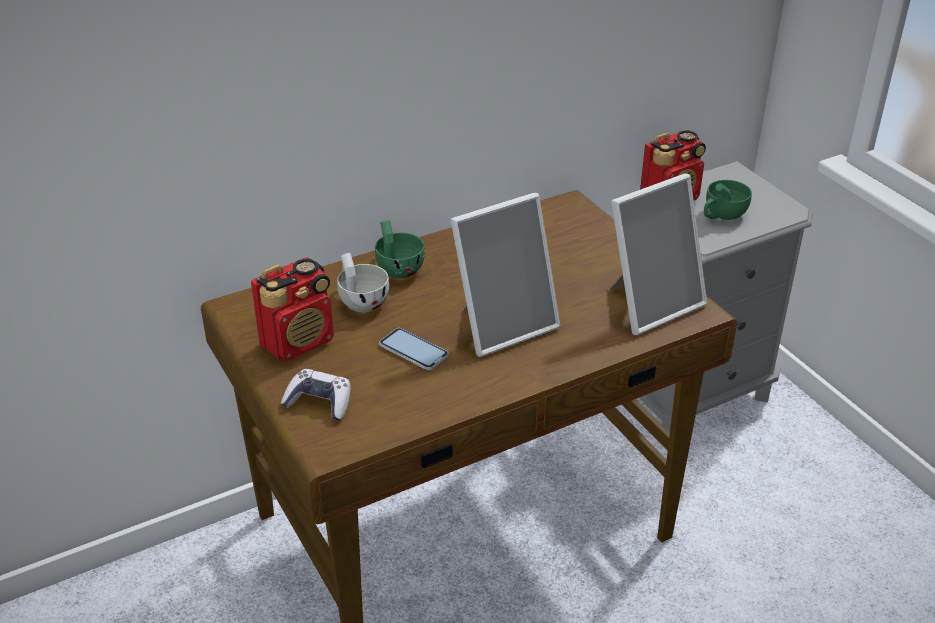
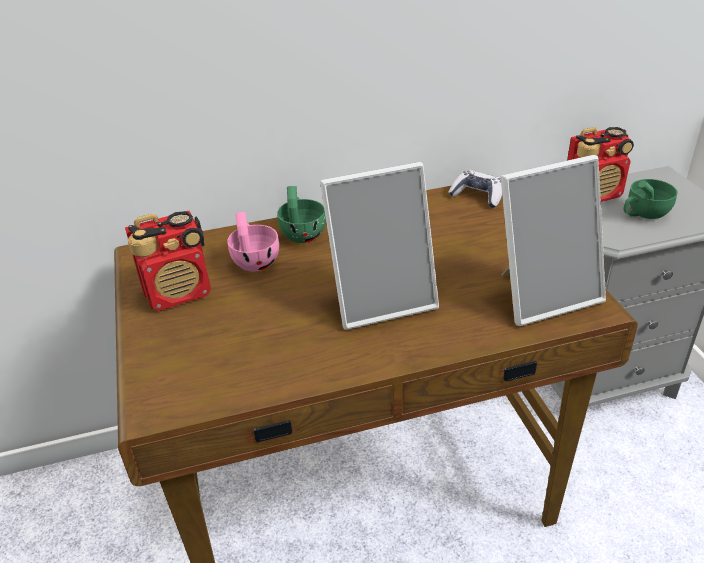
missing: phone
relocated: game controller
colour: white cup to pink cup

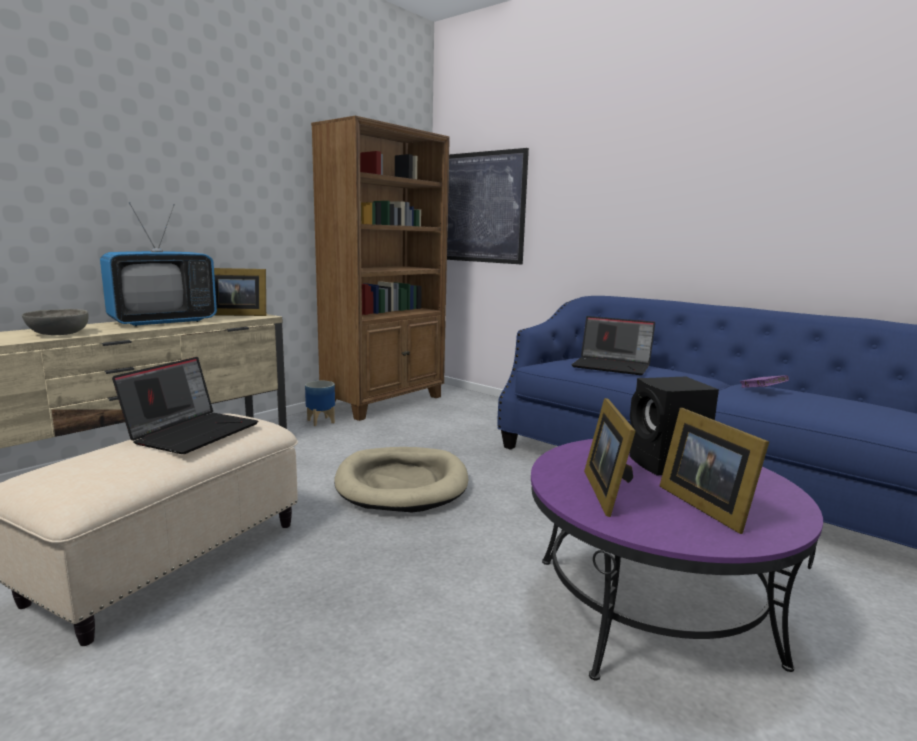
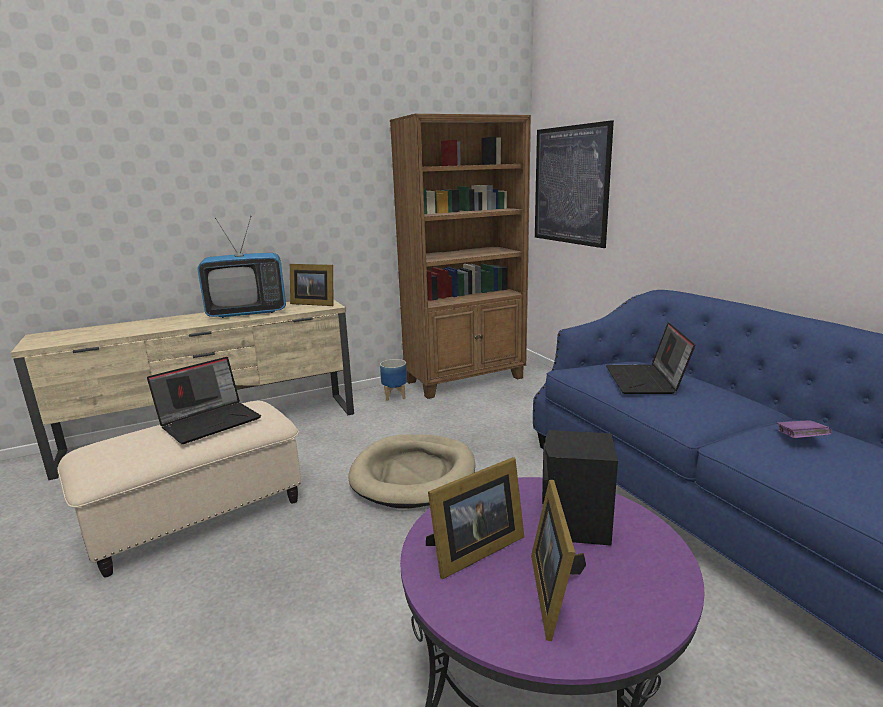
missing: grey bowl
spun: laptop (no. 2 from left) 45 degrees clockwise; picture frame (no. 2 from left) 150 degrees counterclockwise

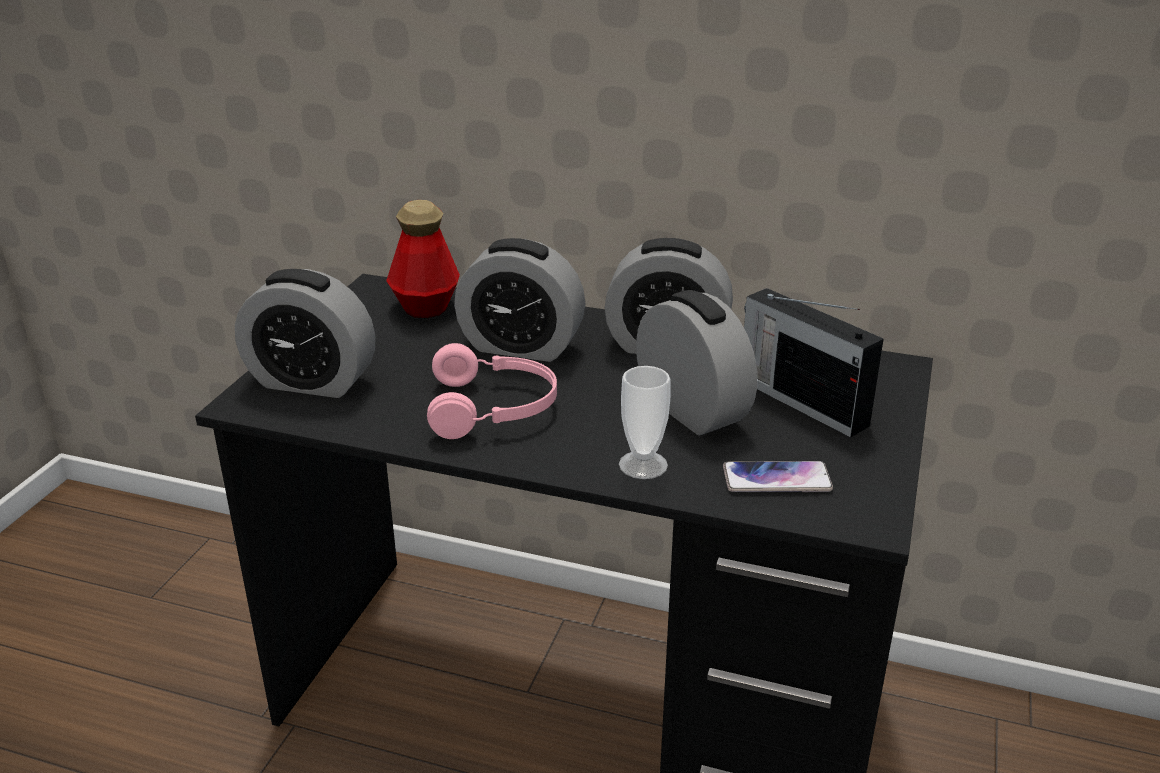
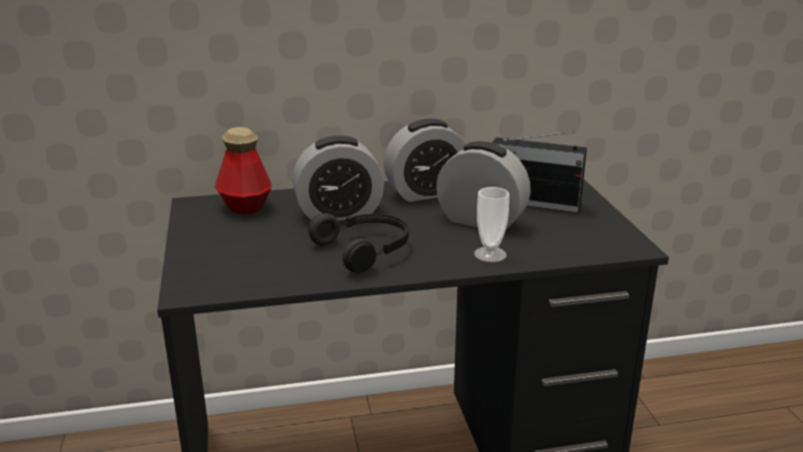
missing: alarm clock (no. 1 from left); phone
colour: pink headphones to black headphones

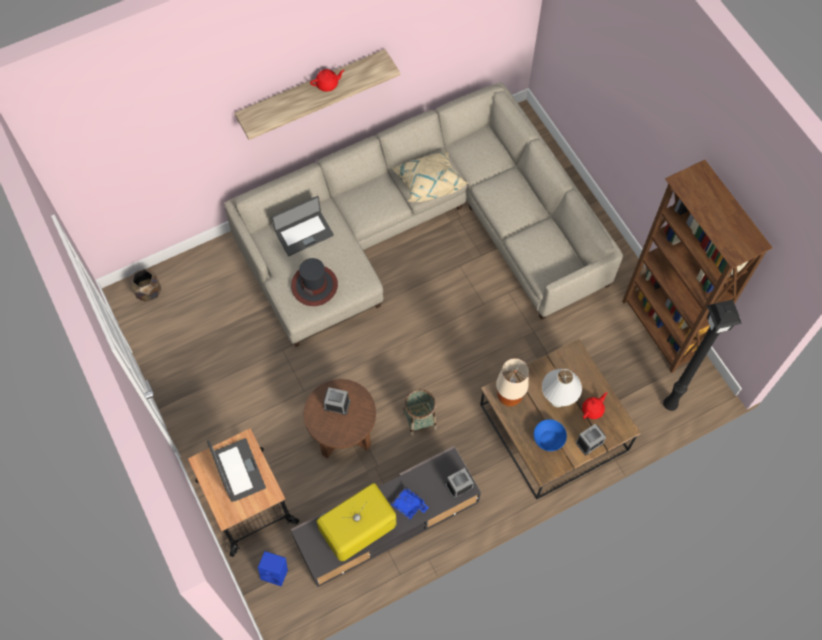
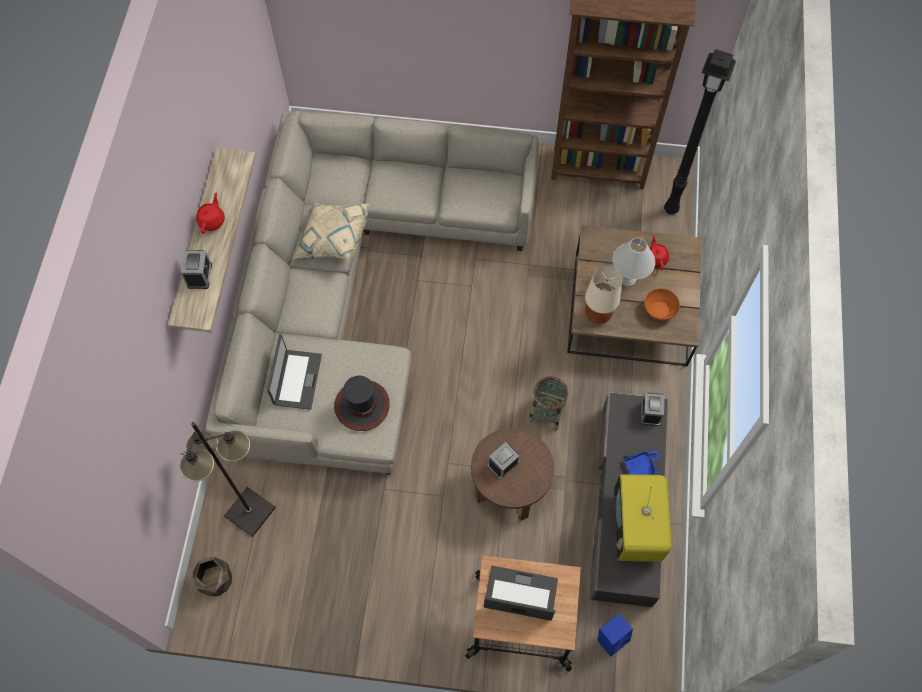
appeared: black floor lamp (no. 1 from left)
relocated: alarm clock (no. 3 from left in the first image) to alarm clock (no. 1 from left)
colour: blue bowl to orange bowl

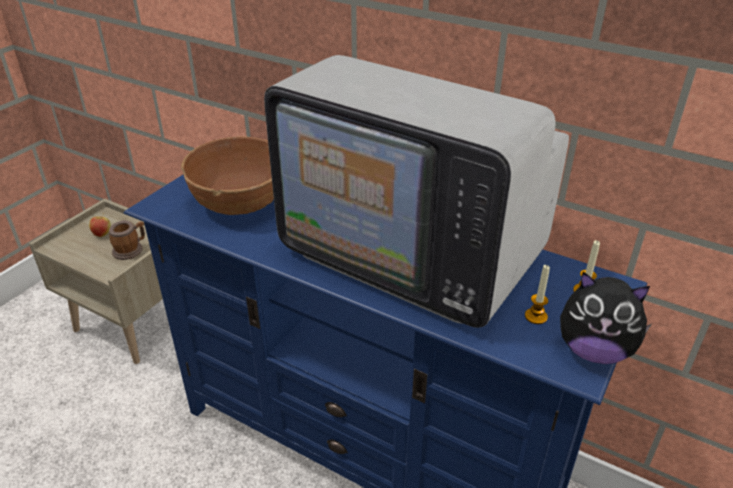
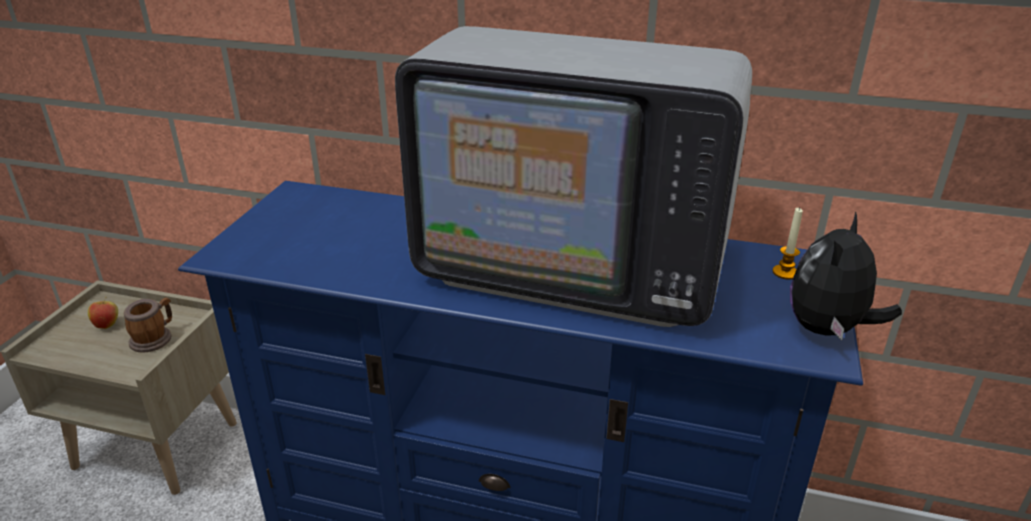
missing: brown bowl; candle (no. 1 from left)
spun: plush toy 120 degrees clockwise

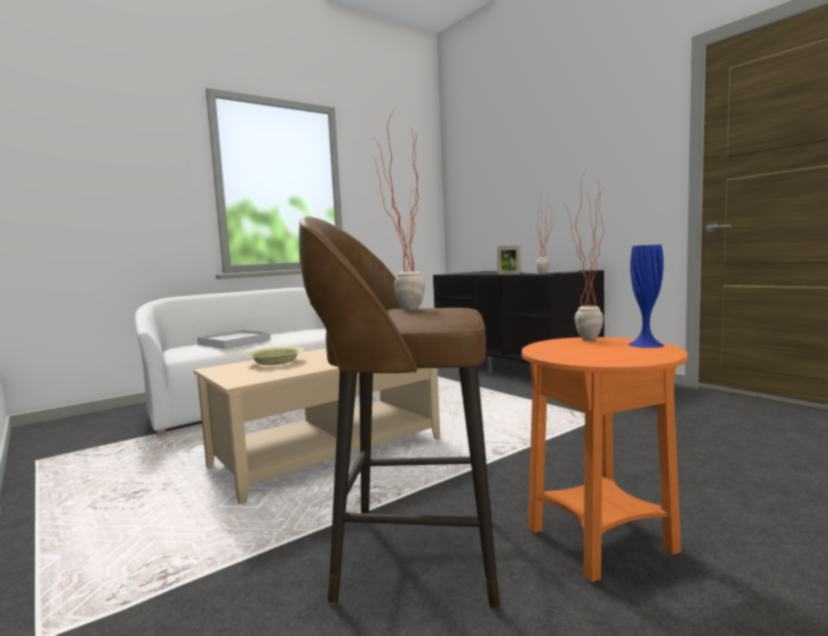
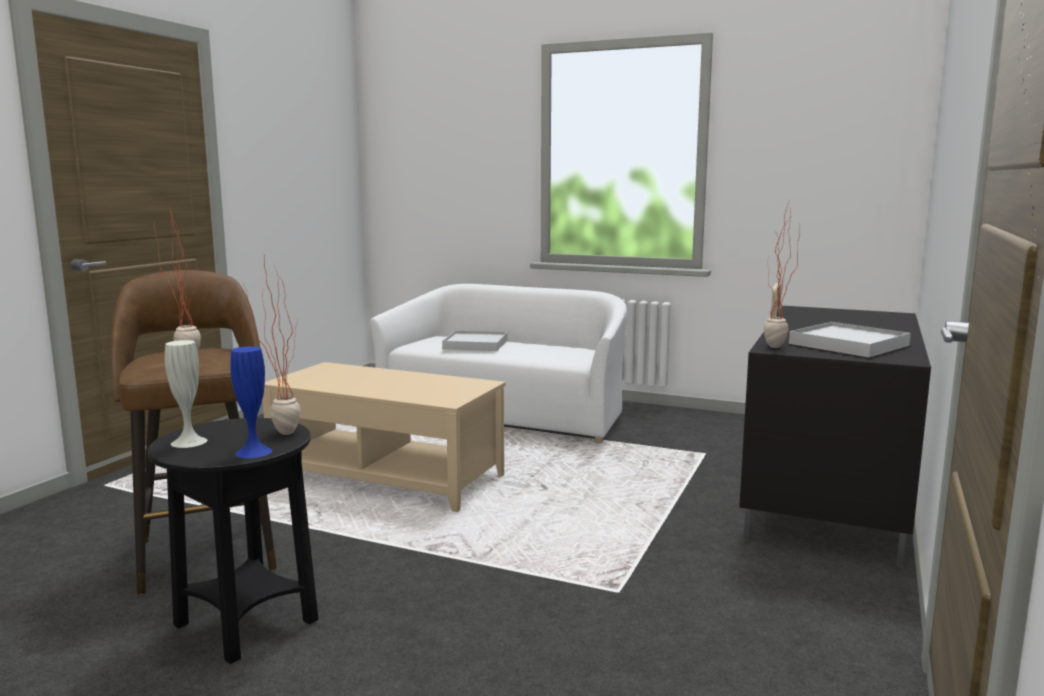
missing: yellow bowl
appeared: white vase
colour: orange side table to black side table

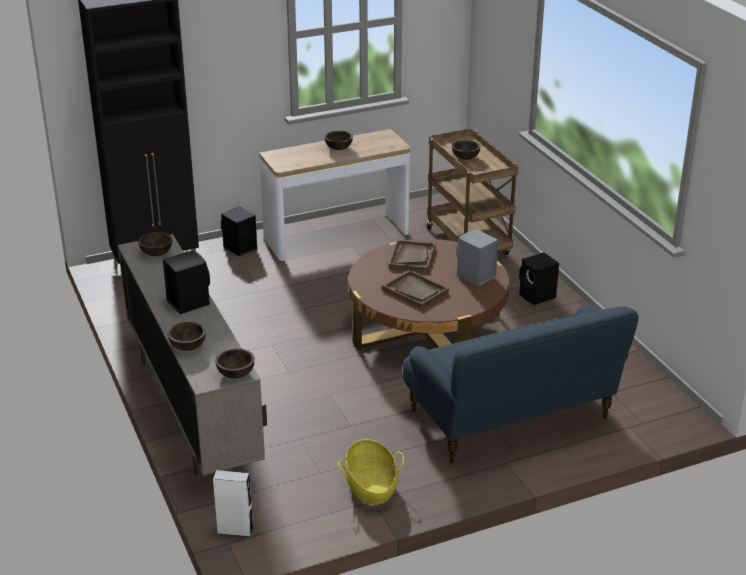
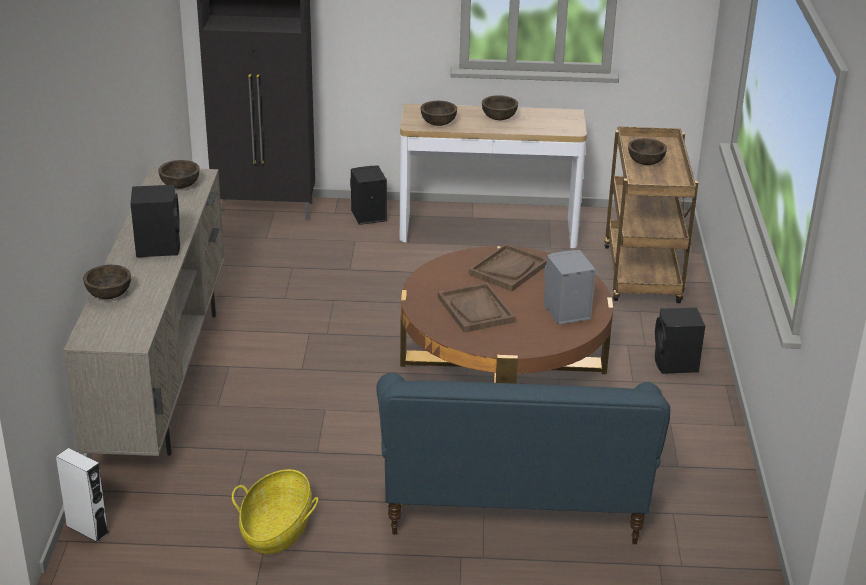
relocated: brown bowl (no. 3 from left)

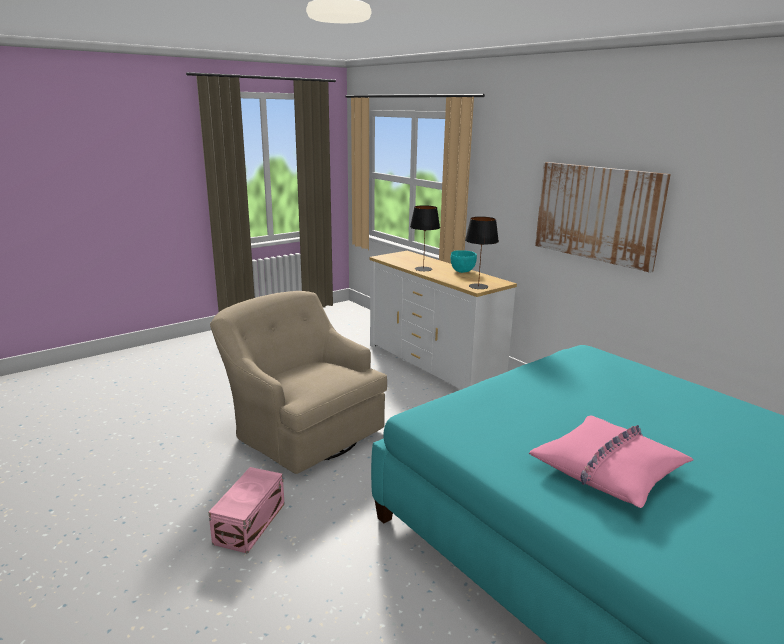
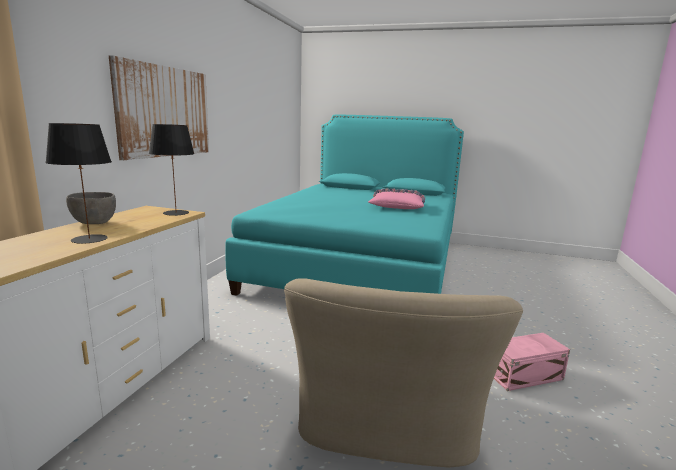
colour: turquoise bowl to grey bowl

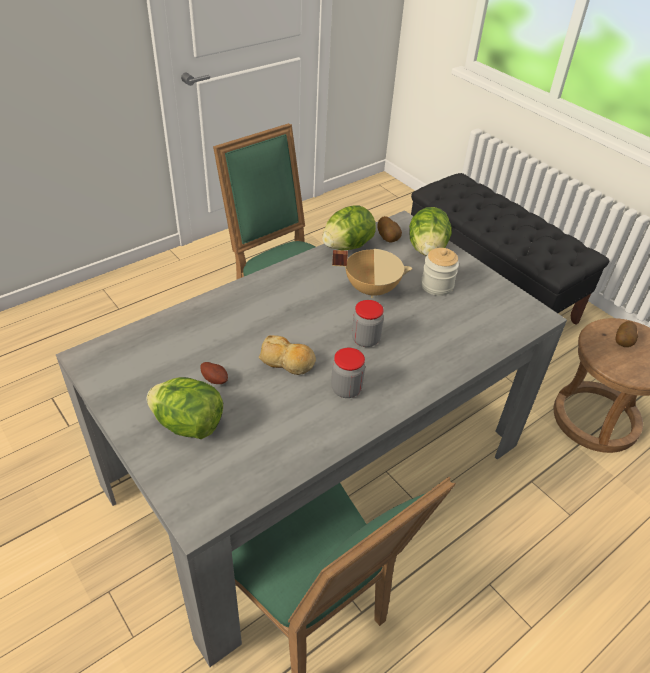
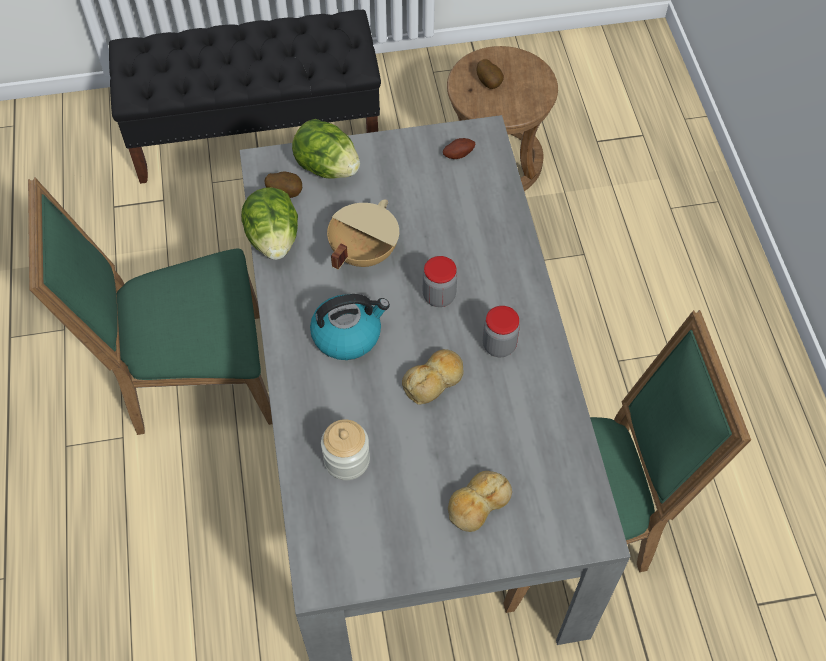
appeared: kettle
relocated: jar (no. 3 from left in the first image) to jar (no. 1 from left); potato (no. 1 from left in the first image) to potato (no. 2 from left)
exchanged: lettuce (no. 1 from left) to bread (no. 2 from left)

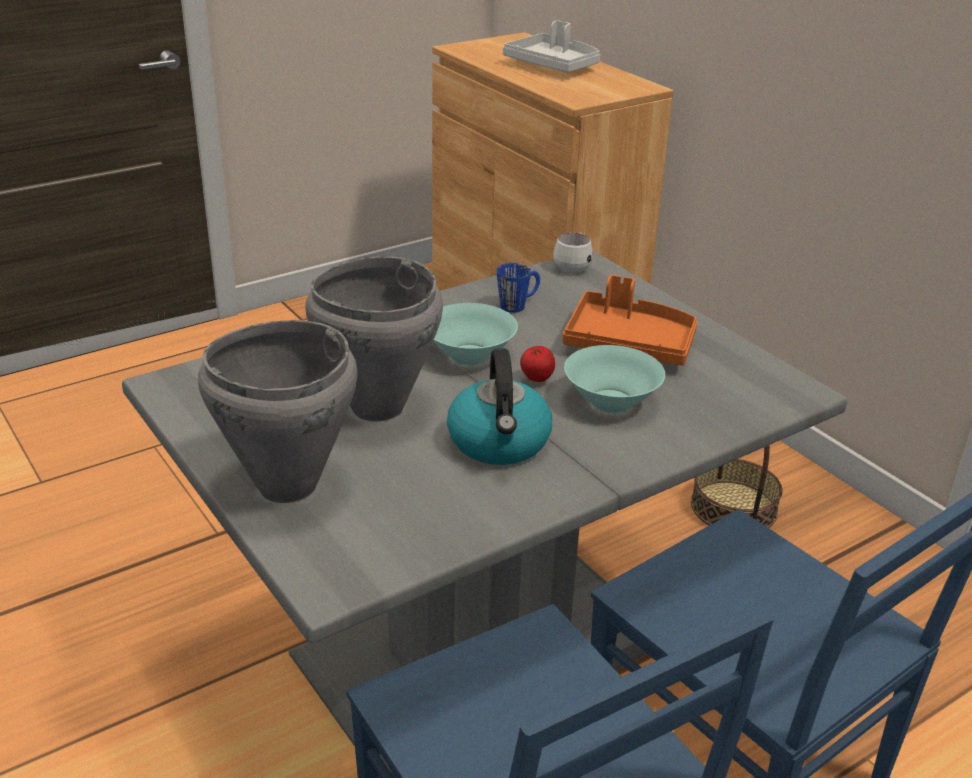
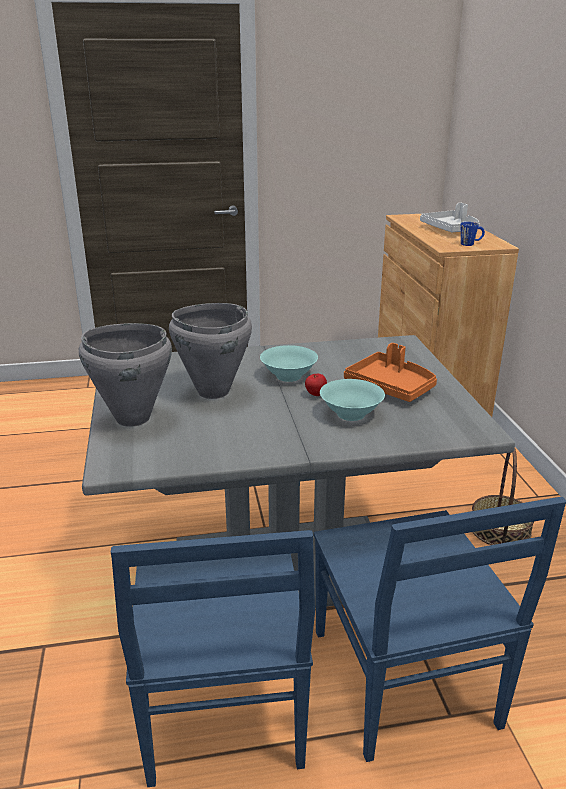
missing: white mug; kettle
relocated: blue mug

